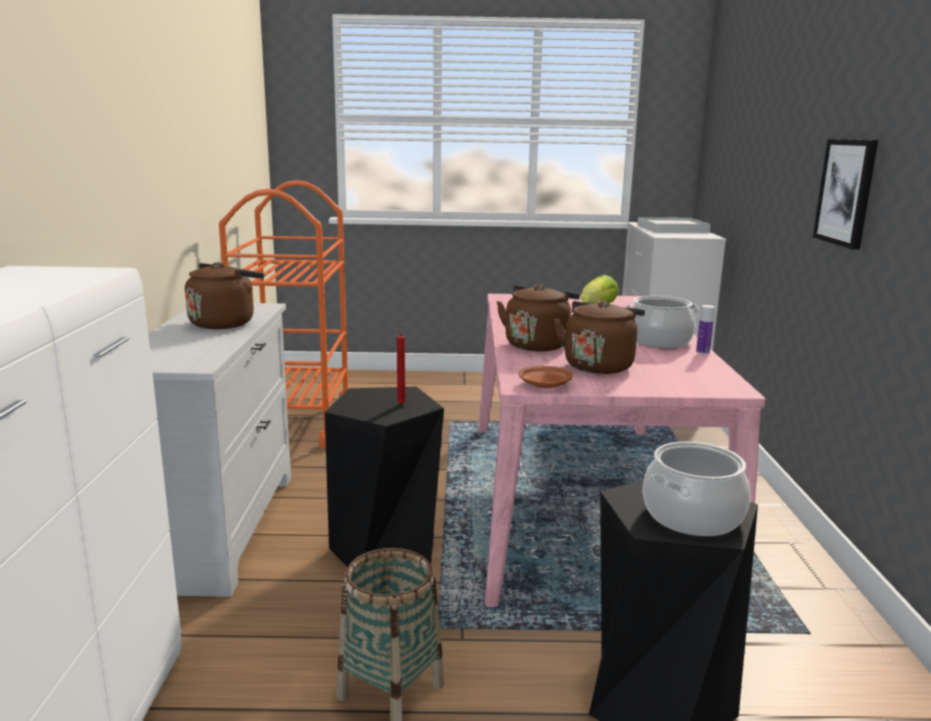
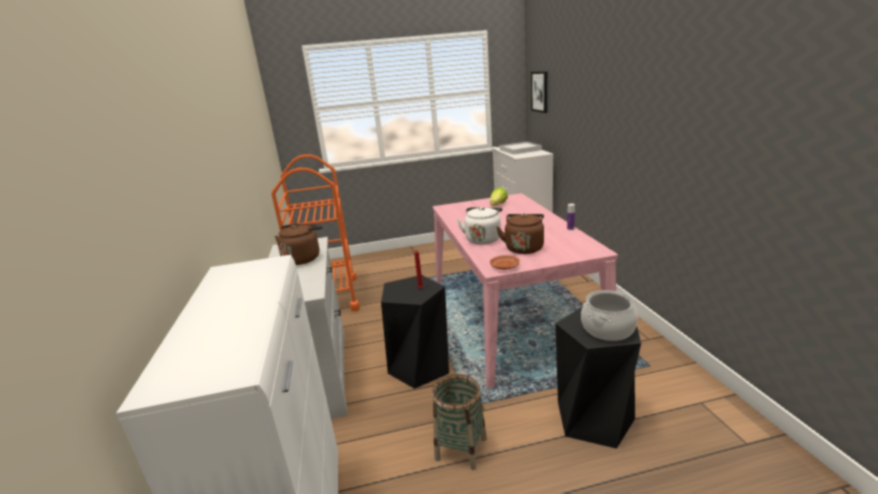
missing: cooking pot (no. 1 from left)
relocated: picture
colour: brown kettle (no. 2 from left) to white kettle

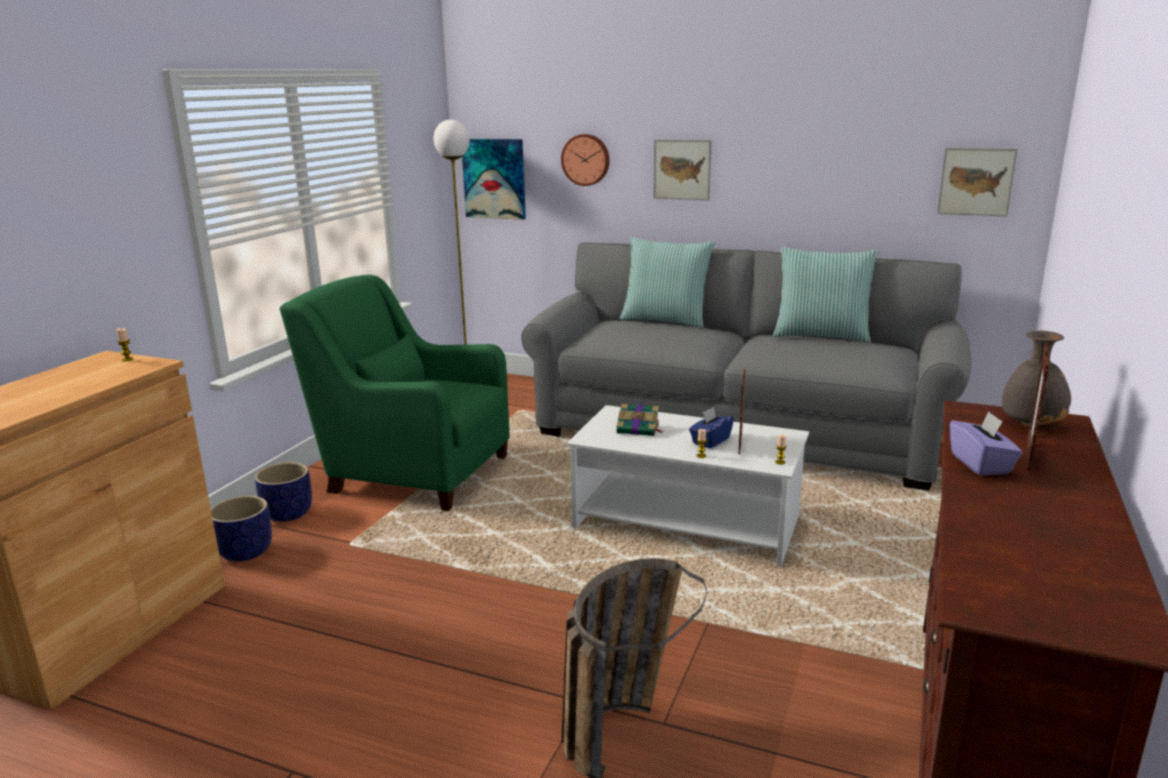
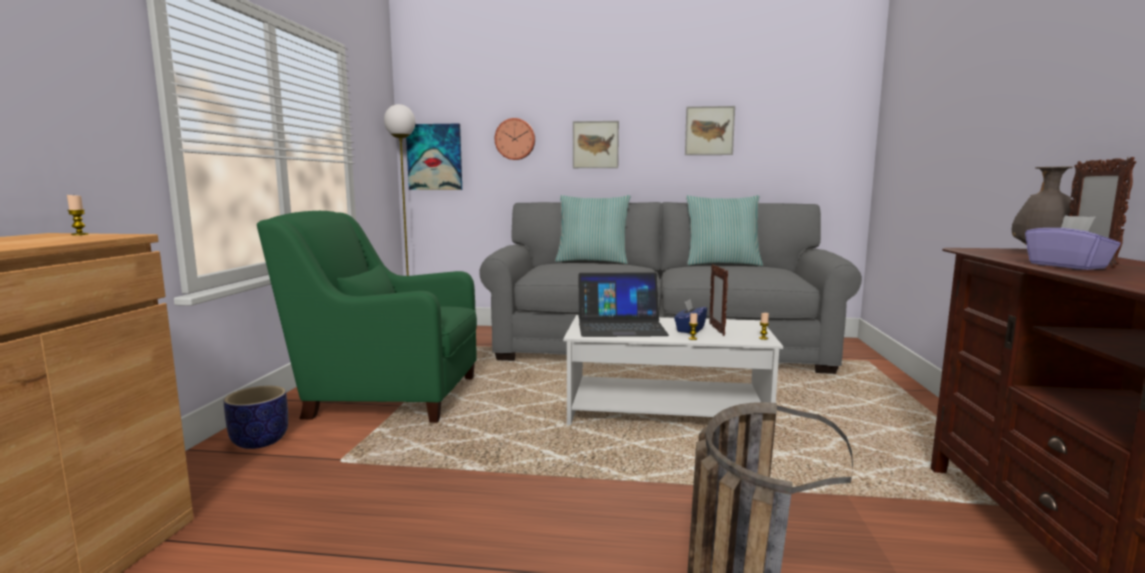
missing: planter (no. 1 from left)
relocated: picture (no. 3 from left)
exchanged: book to laptop

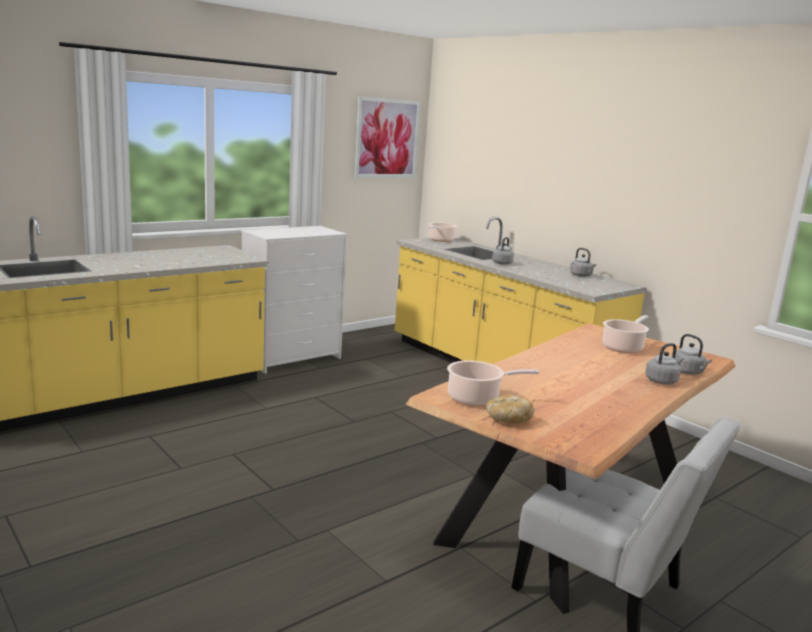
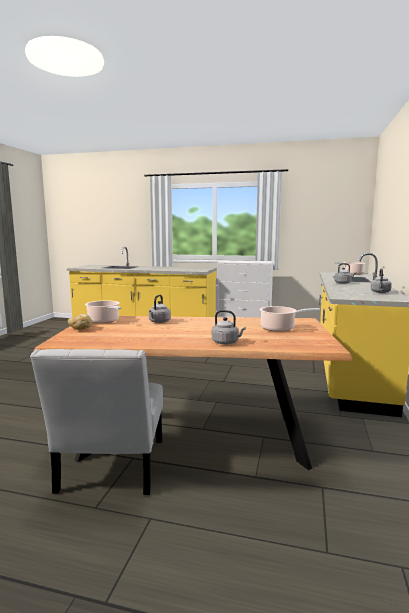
missing: picture
relocated: grey kettle (no. 4 from left in the first image) to grey kettle (no. 1 from left)

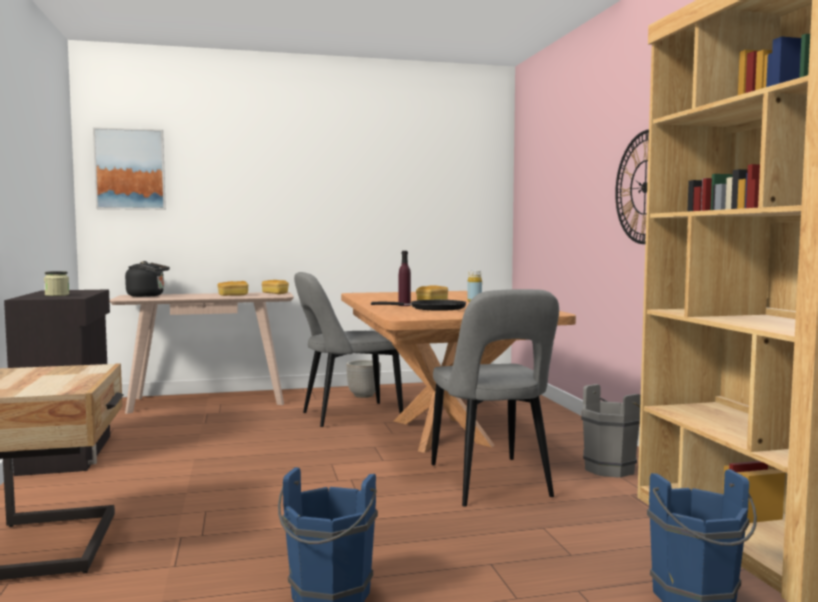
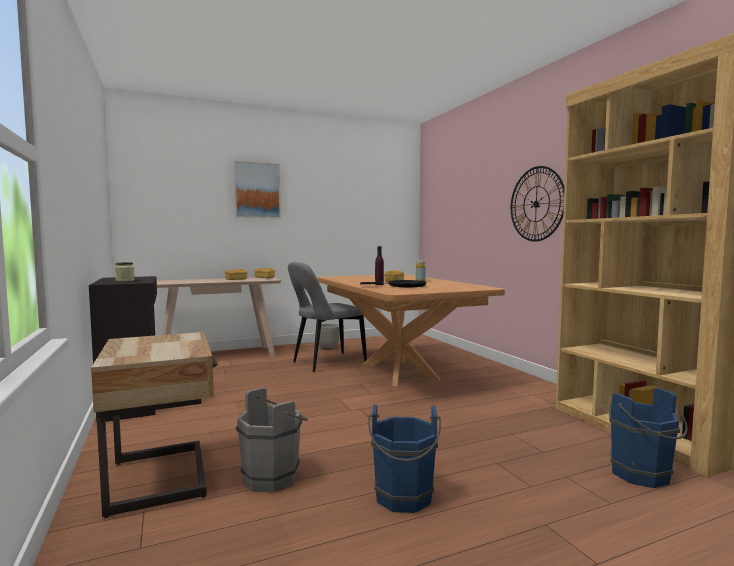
missing: black kettle; grey chair (no. 2 from left)
relocated: picture; grey bucket

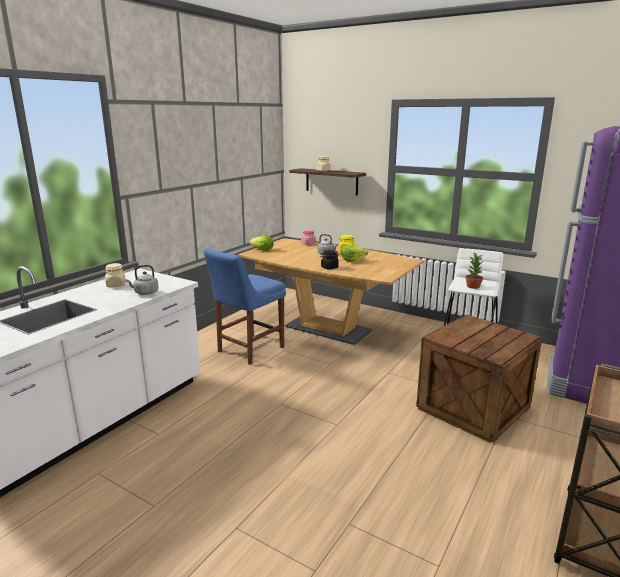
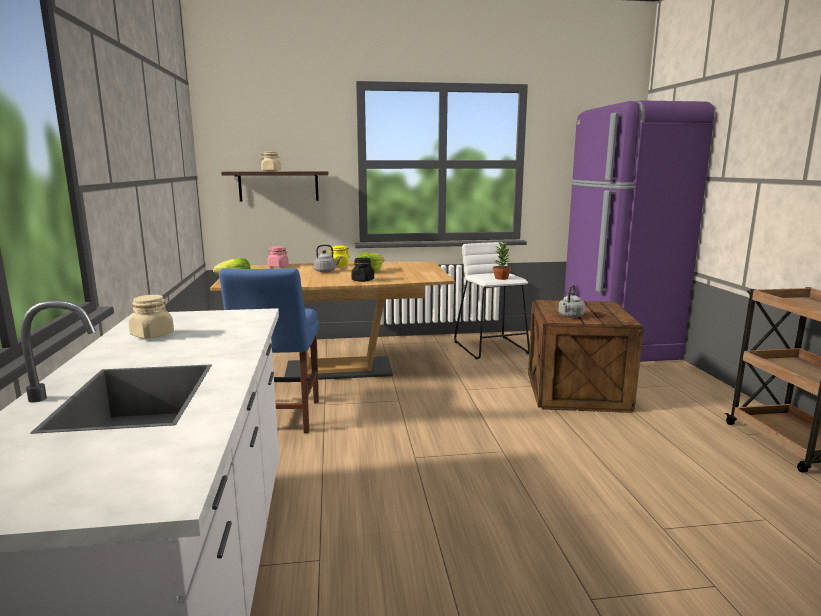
relocated: grey kettle (no. 1 from left in the first image) to grey kettle (no. 2 from left)

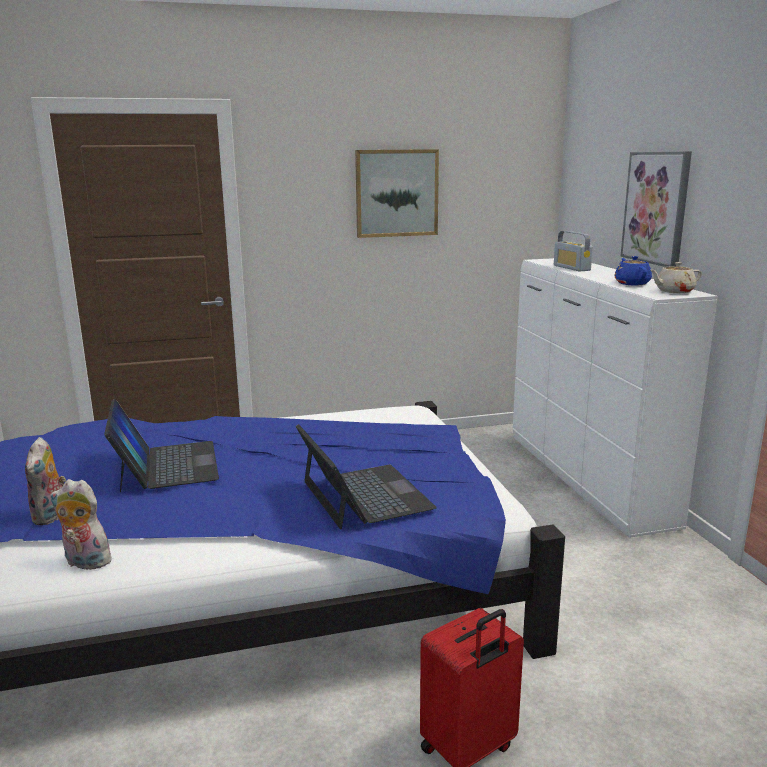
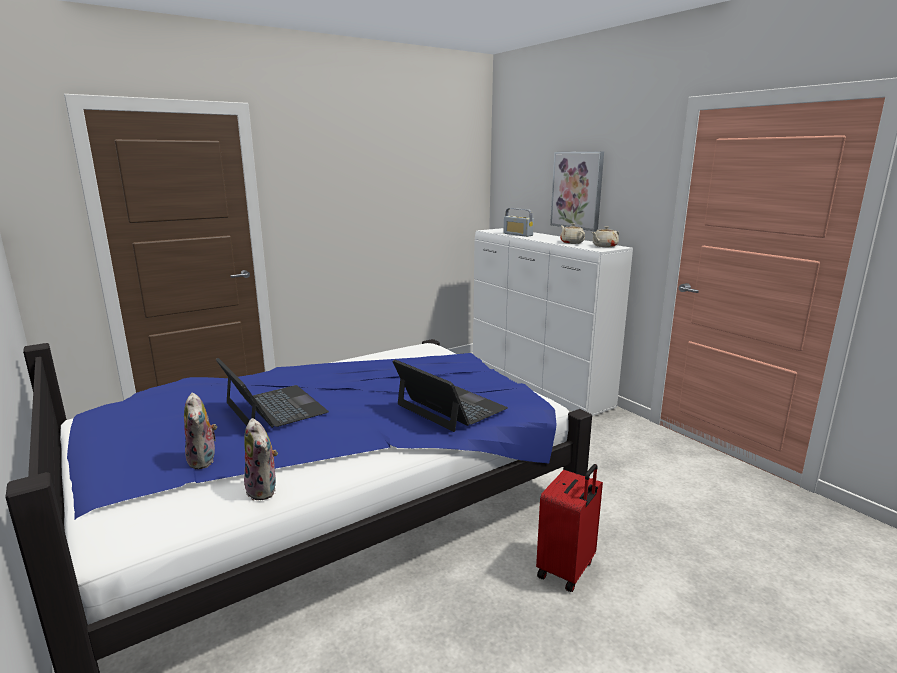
missing: picture (no. 1 from left)
colour: blue teapot to beige teapot (no. 1 from left)
spun: plush toy (no. 2 from left) 120 degrees counterclockwise

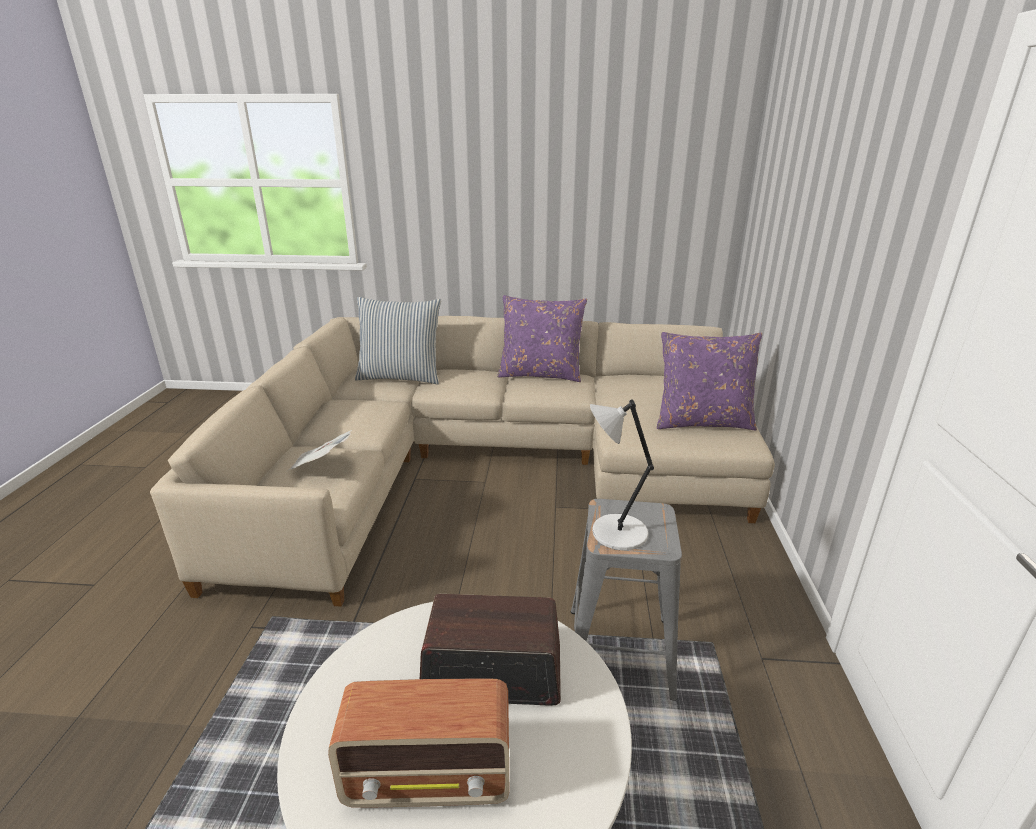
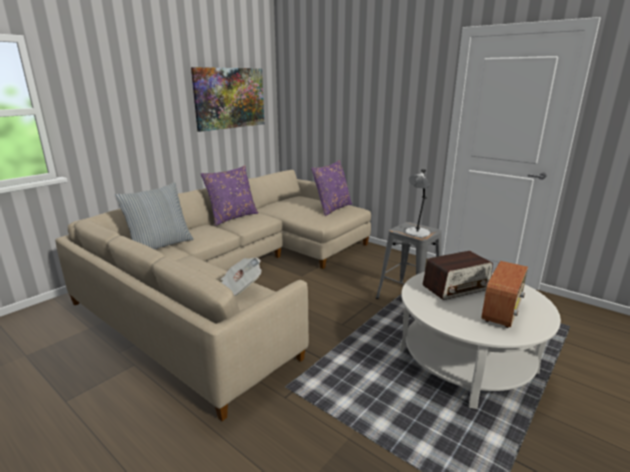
appeared: picture
spun: radio (no. 2 from left in the first image) 150 degrees counterclockwise

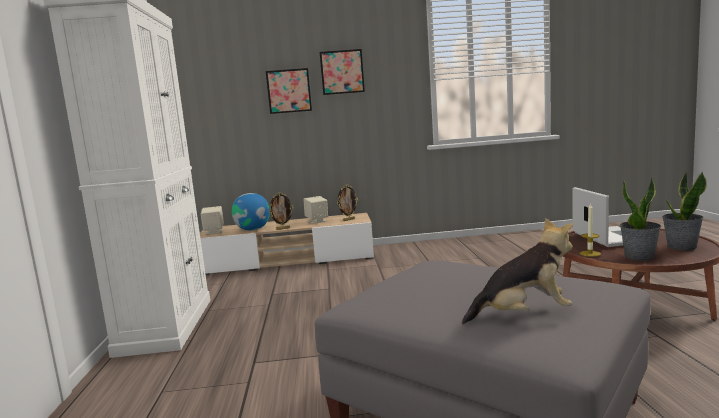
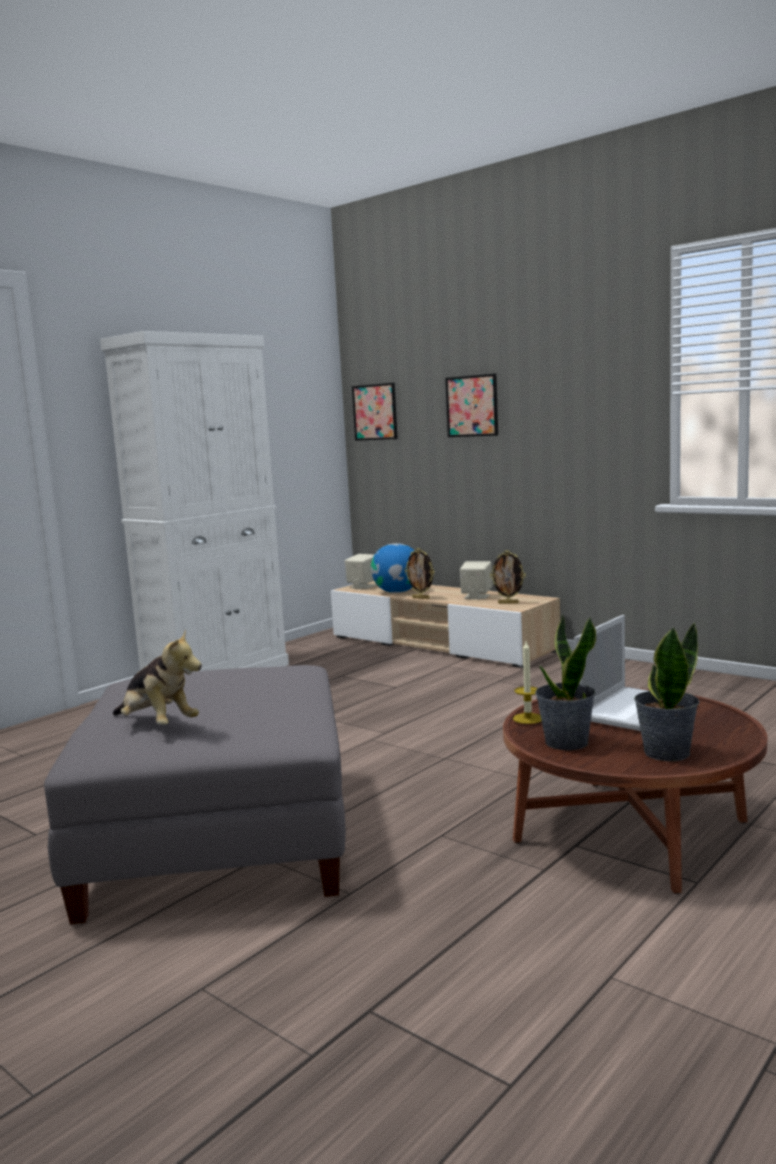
relocated: picture (no. 2 from left in the first image) to picture (no. 1 from left)

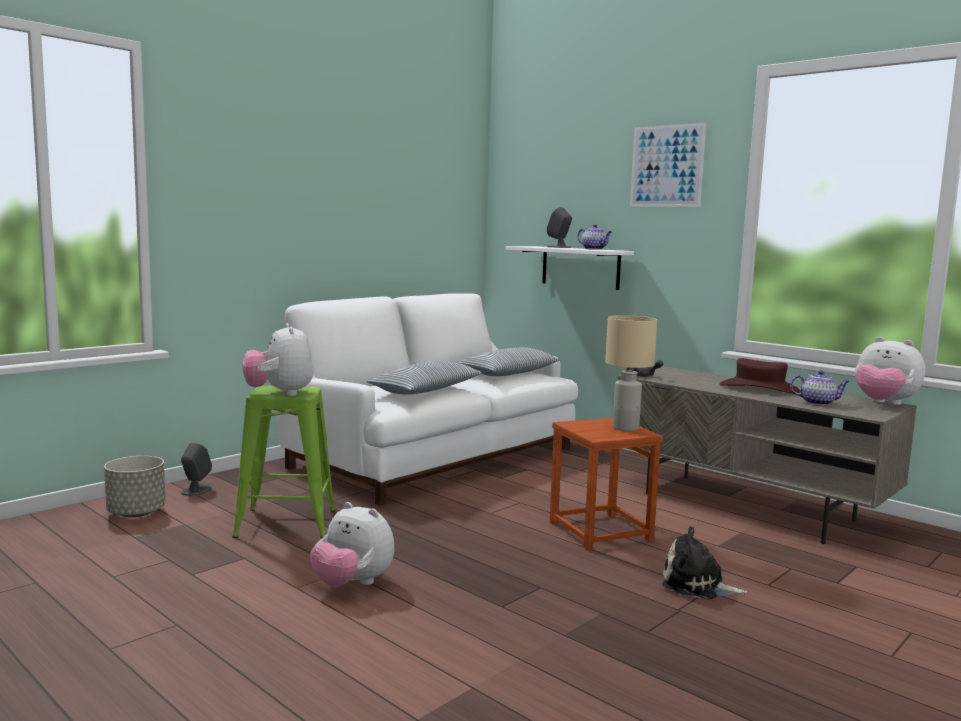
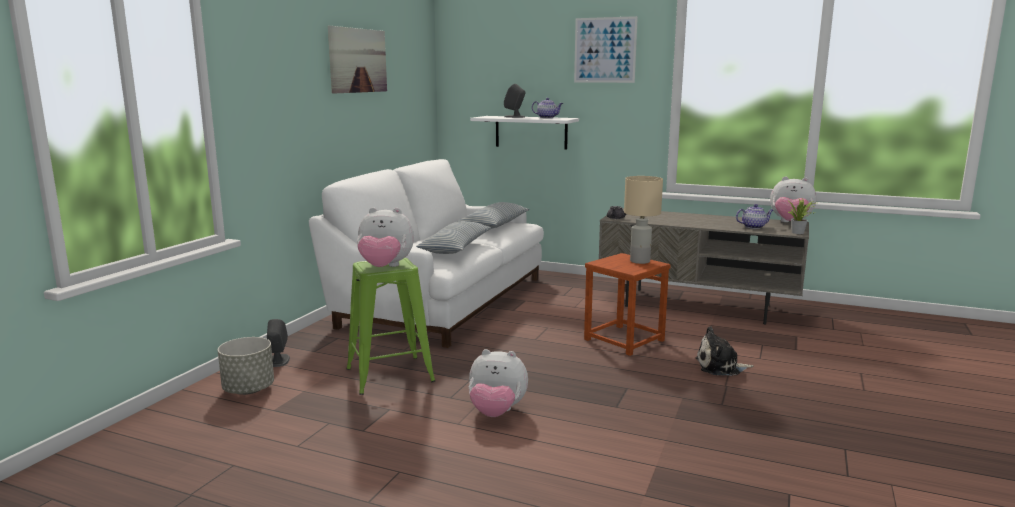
missing: brown hat
appeared: picture (no. 1 from left); potted plant
spun: plush toy (no. 1 from left) 45 degrees counterclockwise

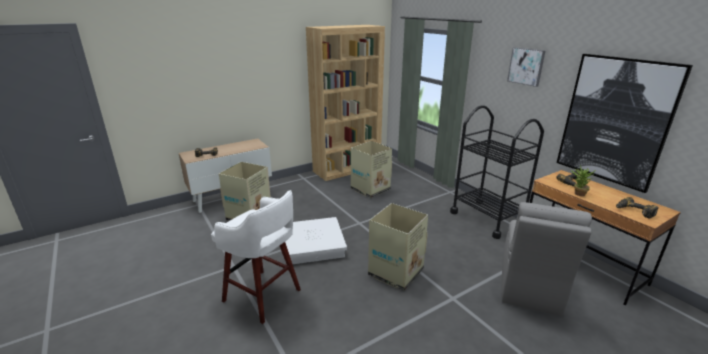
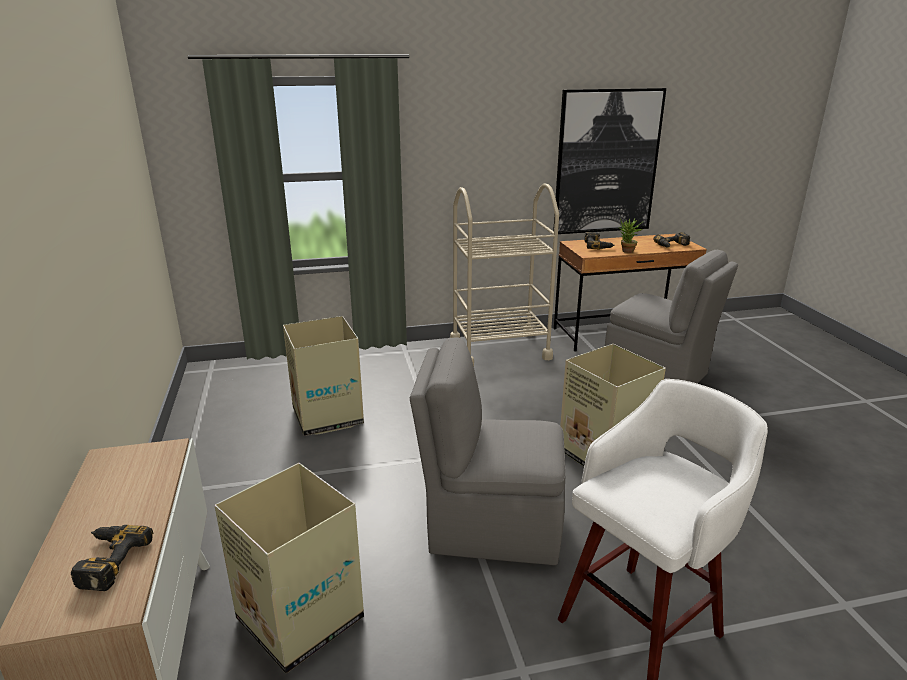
missing: brown bookcase; picture (no. 1 from left)
exchanged: white storage box to grey chair (no. 1 from left)
colour: black cart to beige cart

